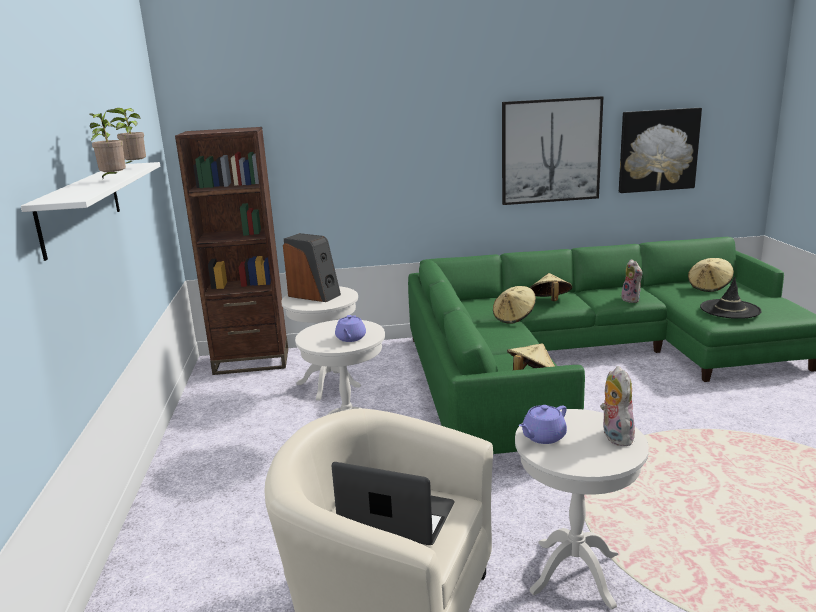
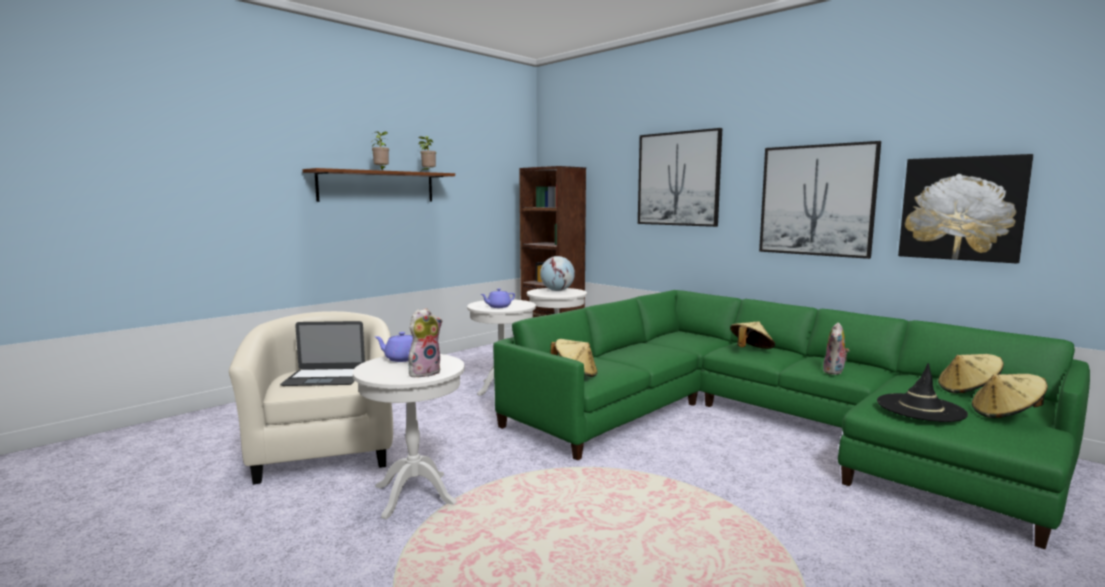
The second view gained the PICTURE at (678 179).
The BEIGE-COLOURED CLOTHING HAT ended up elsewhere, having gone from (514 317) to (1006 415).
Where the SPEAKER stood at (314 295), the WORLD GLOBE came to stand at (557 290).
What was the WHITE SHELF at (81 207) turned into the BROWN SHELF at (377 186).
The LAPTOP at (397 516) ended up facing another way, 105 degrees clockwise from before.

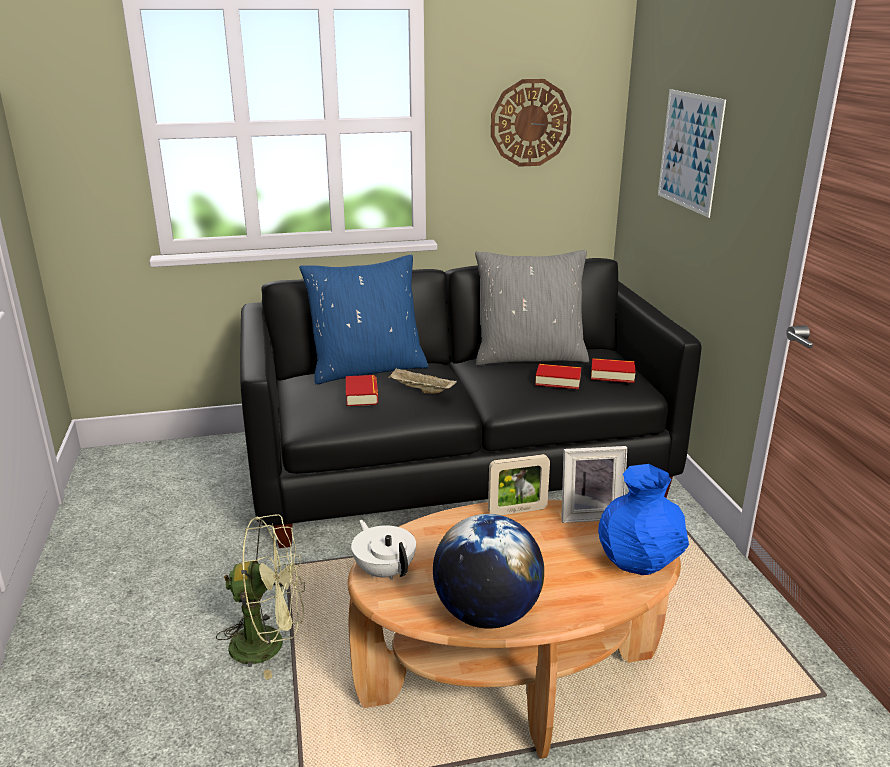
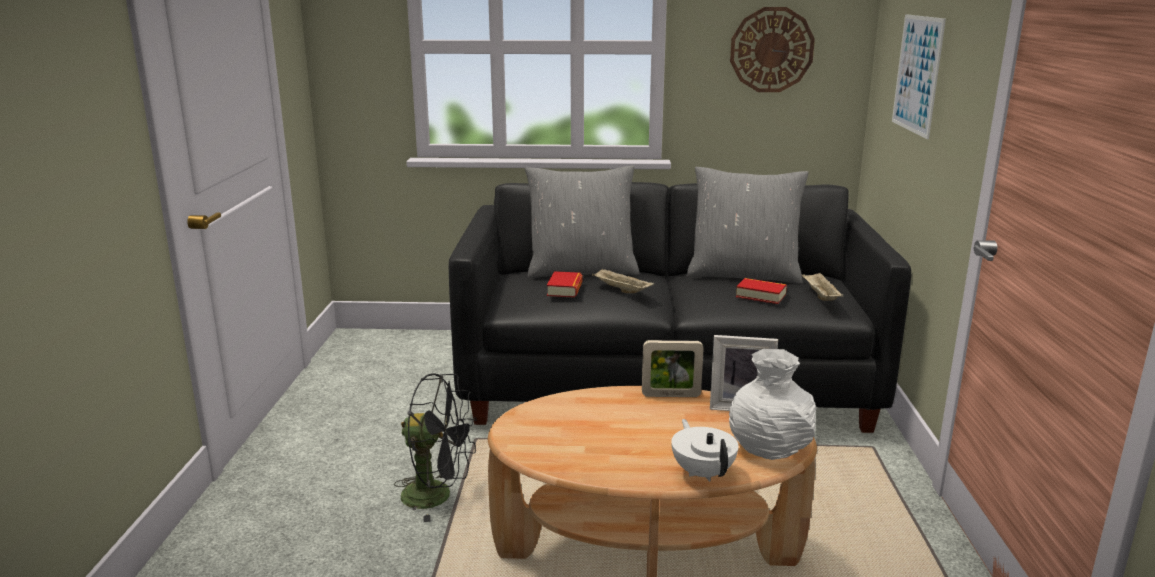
The second view lost the WORLD GLOBE at (487 614).
The WHITE POT FOR TEA ended up elsewhere, having gone from (384 571) to (703 472).
Where the BOUND BOOK stood at (612 375), the BEIGE-COLOURED TRAY came to stand at (820 296).
What was the GREEN COOLING FAN at (269 643) turned into the BLACKISH COOLING FAN at (438 496).
What was the BLUISH THROW PILLOW at (367 368) turned into the GRAY THROW PILLOW at (582 271).
What was the BLUISH DECORATIVE VASE at (639 561) turned into the WHITE DECORATIVE VASE at (770 448).

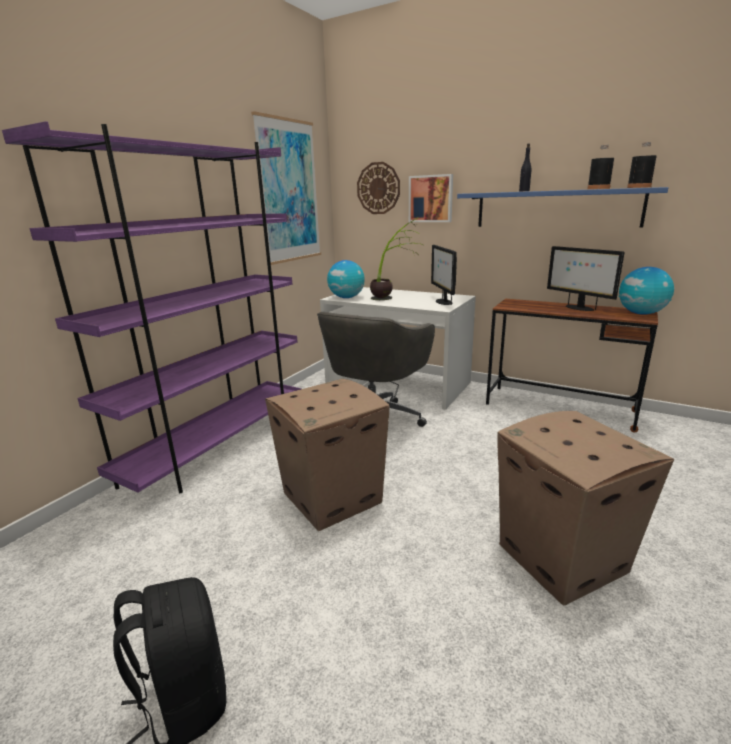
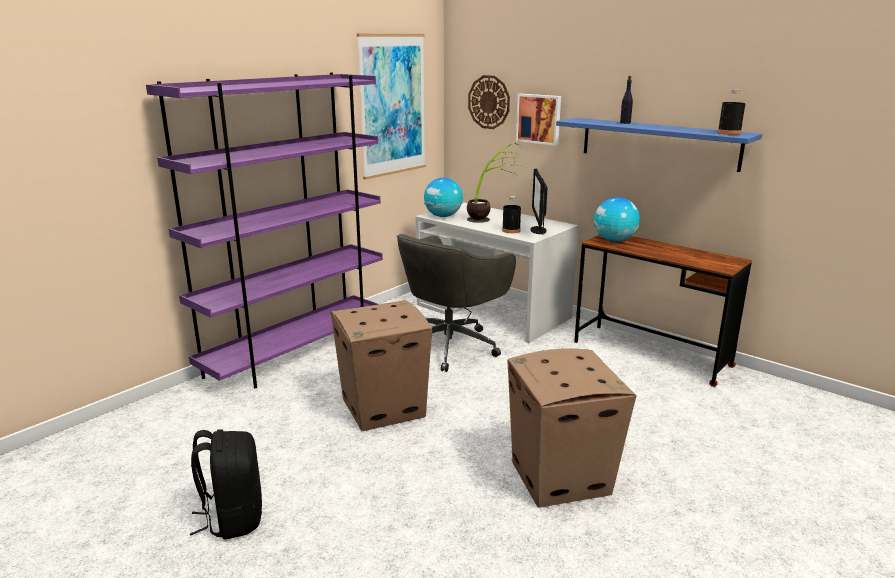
The second view lost the COMPUTER SCREEN at (578 308).
The BLACKISH BEVERAGE BOTTLE ended up elsewhere, having gone from (598 188) to (511 230).
The WORLD GLOBE ended up elsewhere, having gone from (641 313) to (614 240).

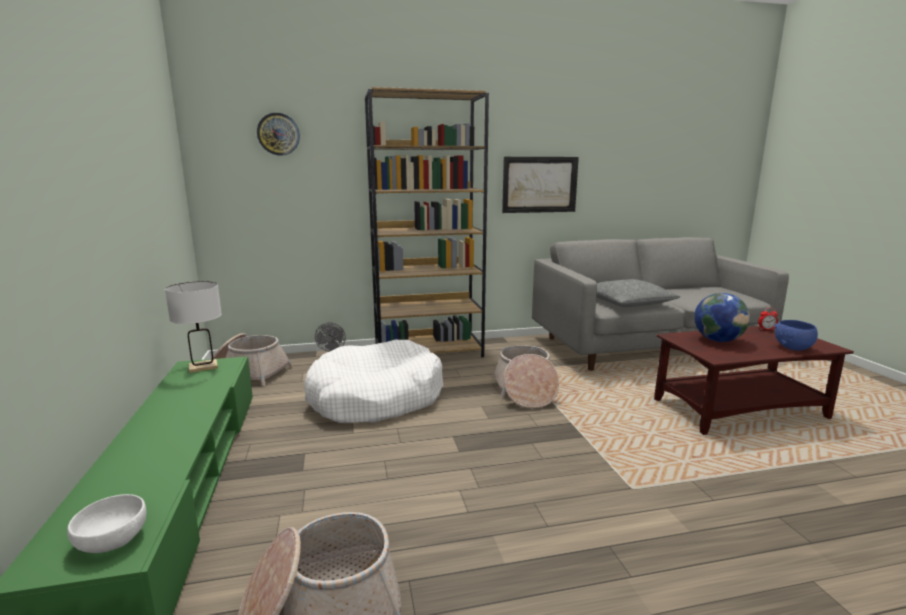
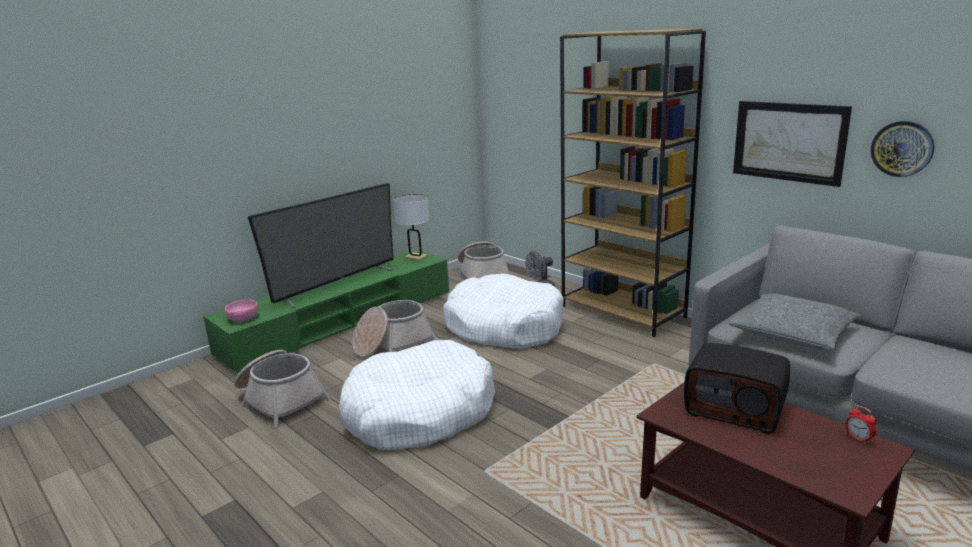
The second view lost the BLUISH BOWL at (793 348).
The second view gained the TELEVISION at (336 285).
The second view gained the WHITE PET BED at (419 412).
The CLOCK ON THE WALL ended up elsewhere, having gone from (278 134) to (902 148).
The STORAGE BASKET ended up elsewhere, having gone from (525 391) to (392 344).
Where the WORLD GLOBE stood at (718 340), the RADIO SET came to stand at (735 409).
What was the WHITE BOWL at (112 539) turned into the PINKISH BOWL at (243 318).

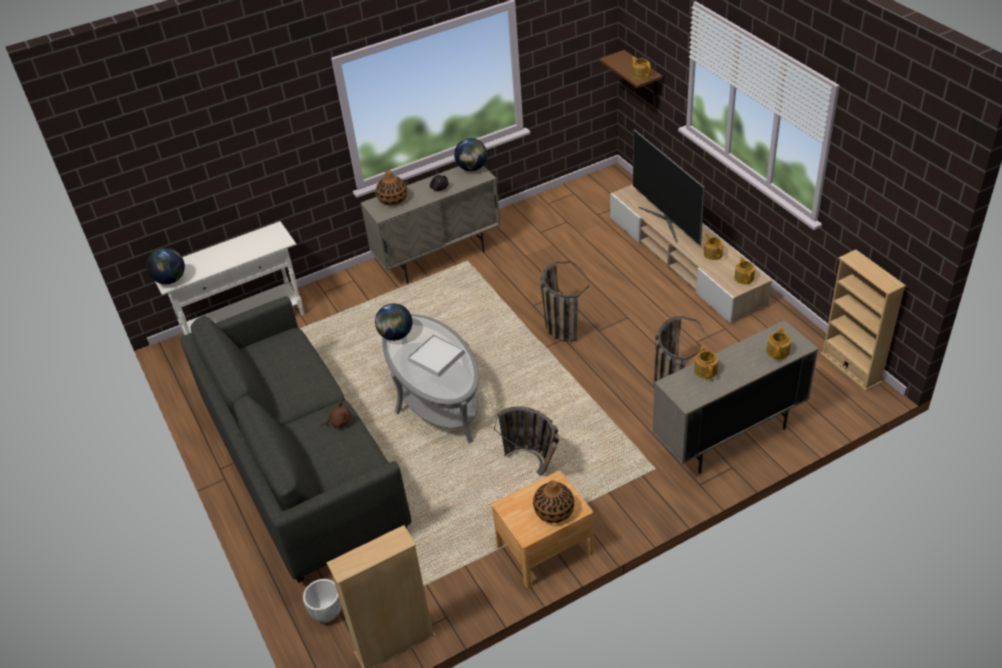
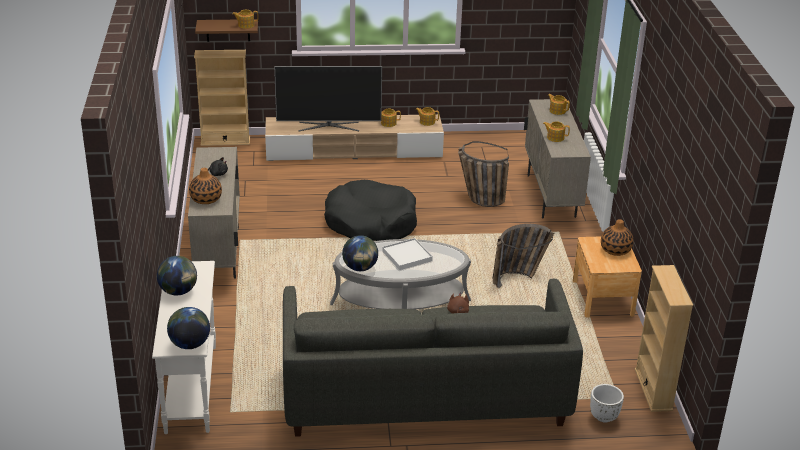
The WORLD GLOBE ended up elsewhere, having gone from (472 168) to (178 291).
The BEIGE-COLOURED BOOKSHELF ended up elsewhere, having gone from (851 368) to (225 141).
Where the STORAGE BASKET stood at (559 324), the BLACKISH PET BED came to stand at (371 222).

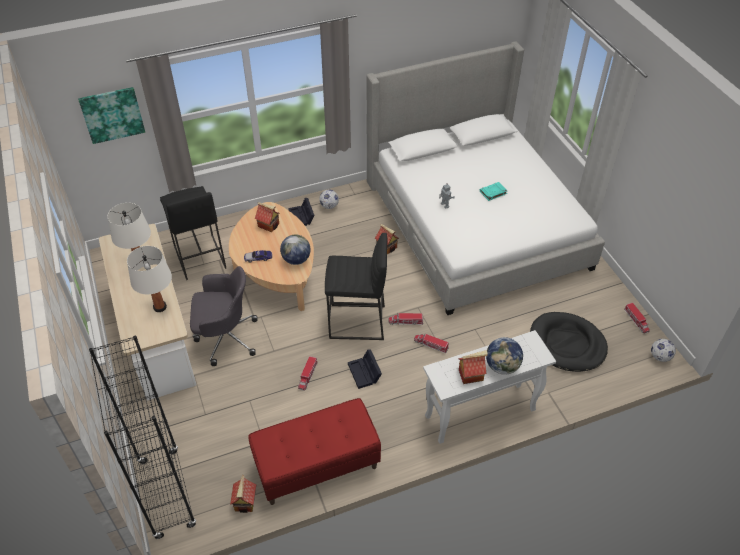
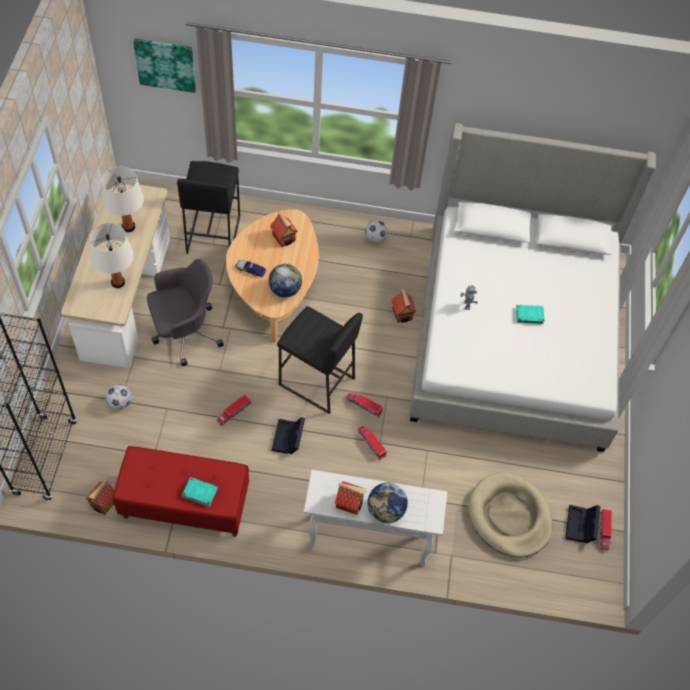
The second view gained the BLUE-GREEN BOUND BOOK at (199 492).
The BLACKISH STORAGE BOX ended up elsewhere, having gone from (302 217) to (581 526).
The FOOTBALL BALL ended up elsewhere, having gone from (660 357) to (120 403).
What was the BLACKISH PET BED at (567 344) turned into the BEIGE-COLOURED PET BED at (509 516).
The GRAY COMPUTER CHAIR at (225 337) ended up facing another way, 45 degrees counterclockwise from before.

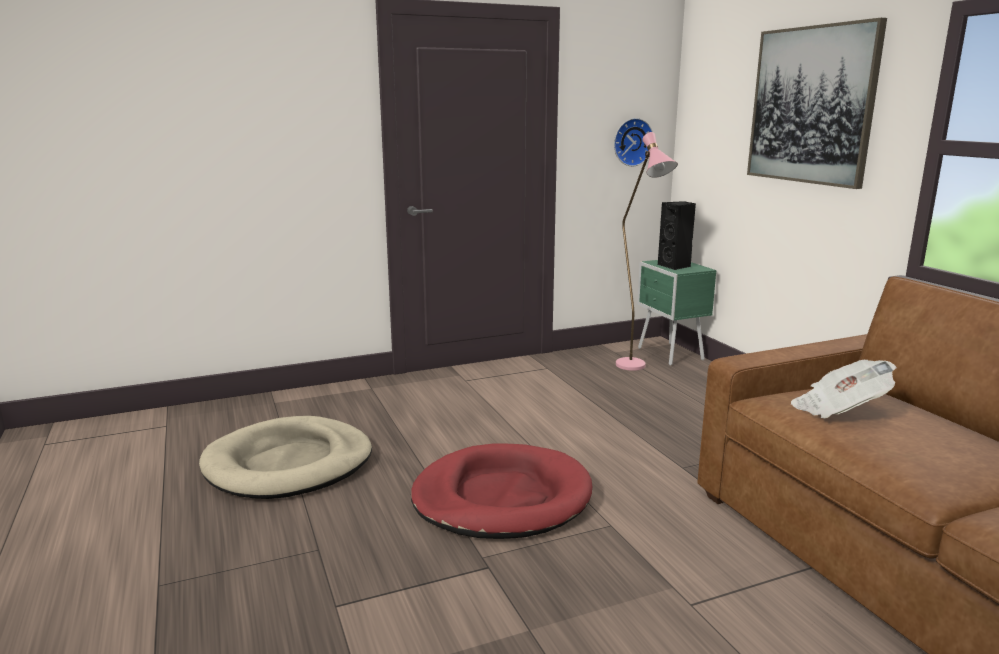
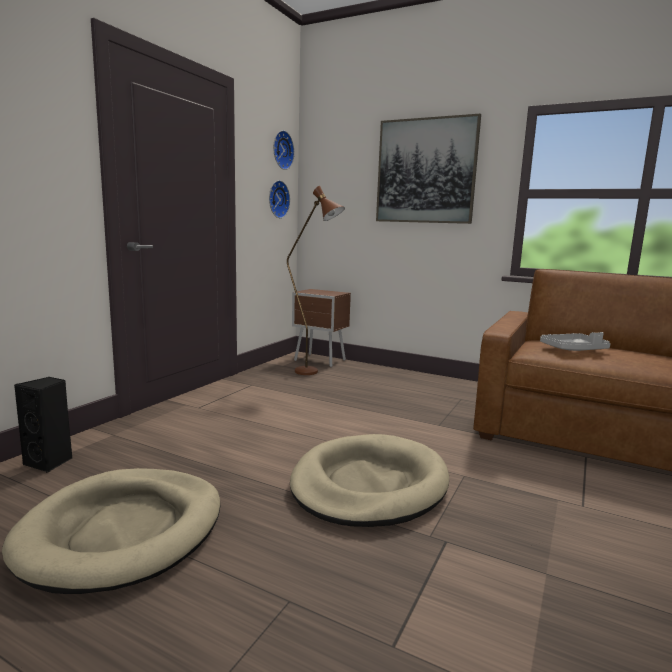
The second view gained the CLOCK ON THE WALL at (281 150).
The BLACKISH SPEAKER ended up elsewhere, having gone from (675 266) to (50 462).
Where the NEWSPAPER stood at (839 410), the GRAY TRAY came to stand at (573 349).
What was the REDDISH PET BED at (501 498) turned into the BEIGE-COLOURED PET BED at (369 485).
What was the PINKISH STANDARD LAMP at (636 369) turned into the BROWN STANDARD LAMP at (314 373).
What was the GREEN NIGHTSTAND at (670 355) turned into the BROWN NIGHTSTAND at (320 361).

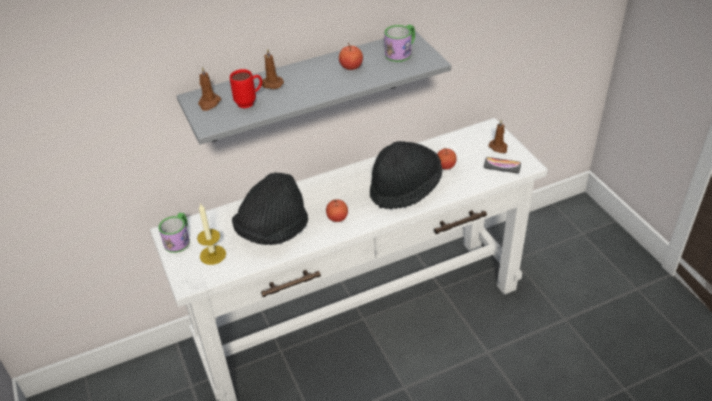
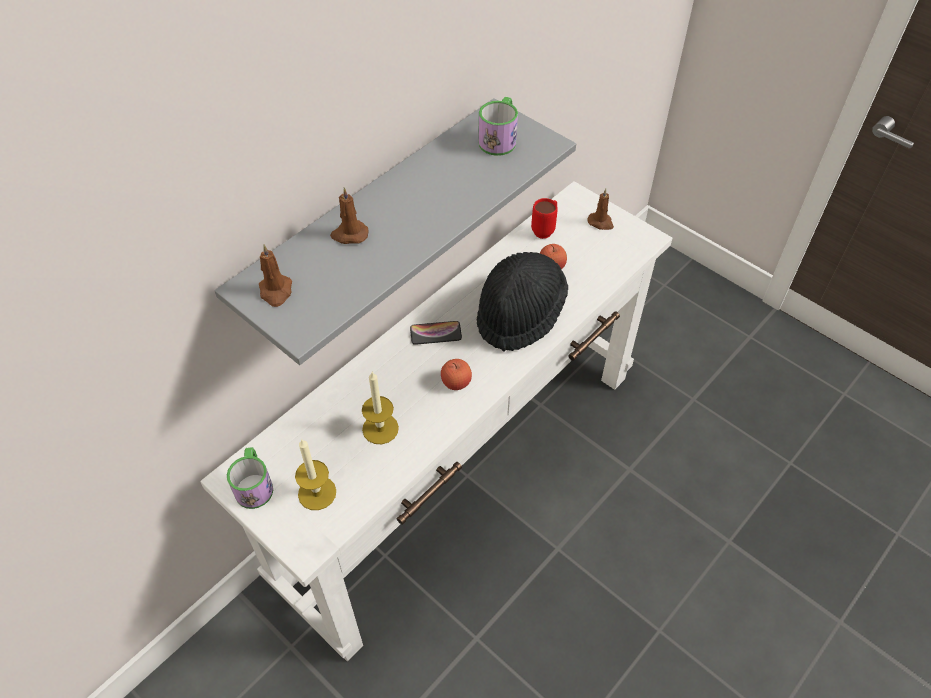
The second view lost the WHOLE APPLE at (351 67).
The REDDISH TEA MUG ended up elsewhere, having gone from (250 102) to (545 230).
The PHONE ended up elsewhere, having gone from (502 166) to (435 333).
Where the BLACKISH CLOTHING HAT stood at (272 230), the CANDLE came to stand at (380 428).

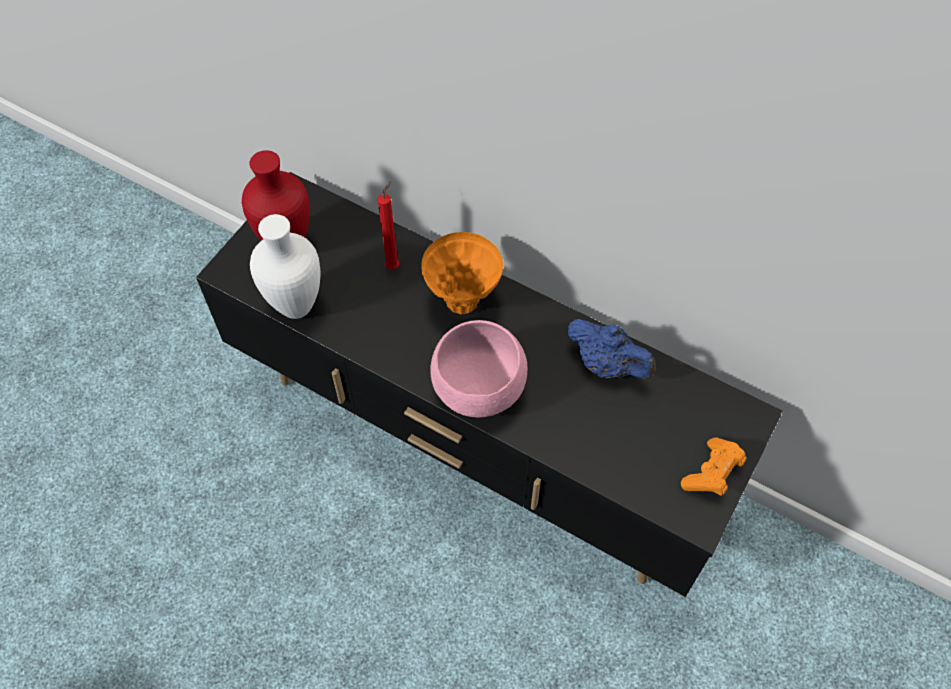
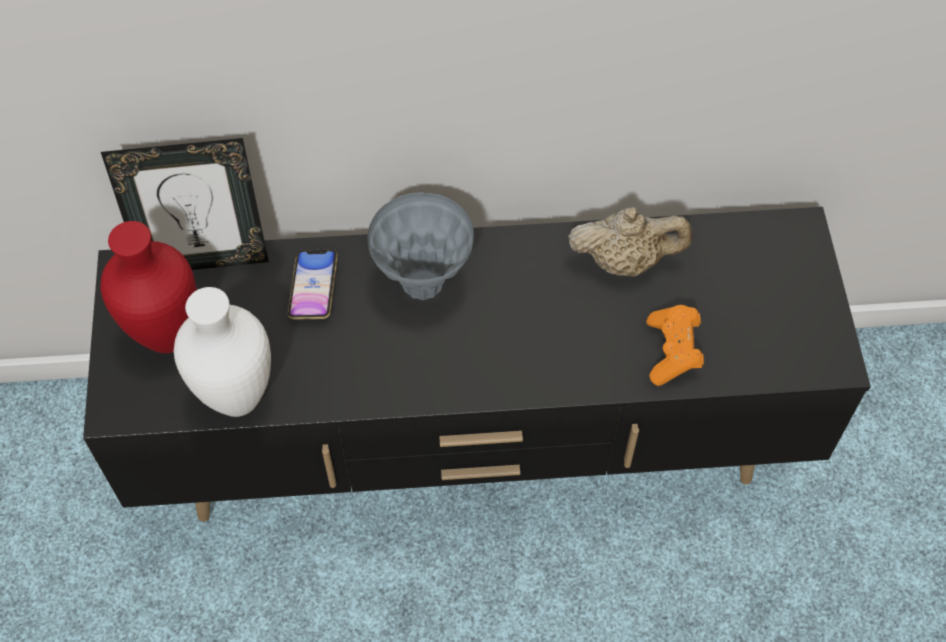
The second view lost the PINKISH BOWL at (481 391).
The second view gained the STANDING FRAME at (205 259).
The ORANGEY GAME CONTROLLER ended up elsewhere, having gone from (711 474) to (672 352).
Where the REDDISH CANDLE stood at (394 265), the PHONE came to stand at (313 287).
What was the ORANGEY DECORATIVE VASE at (462 302) turned into the GRAY DECORATIVE VASE at (423 283).
What was the BLUISH POT FOR TEA at (607 365) turned into the BEIGE-COLOURED POT FOR TEA at (625 261).

